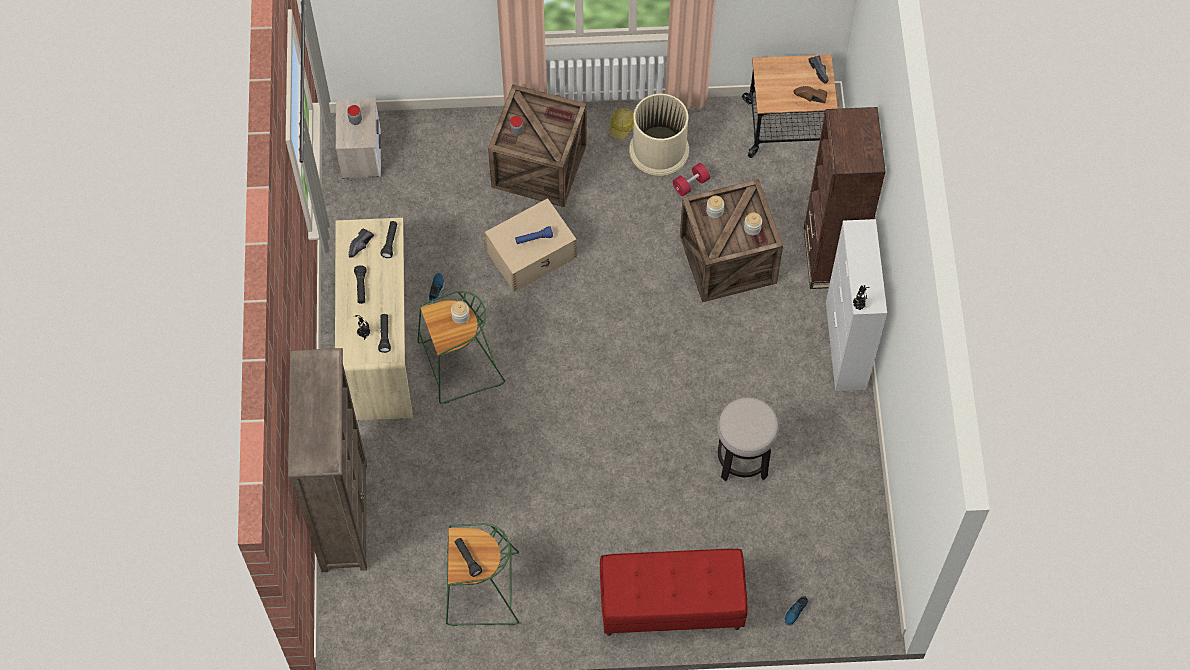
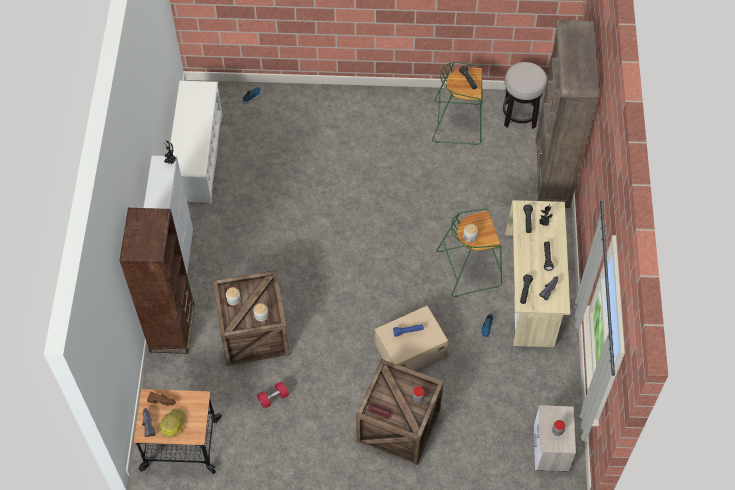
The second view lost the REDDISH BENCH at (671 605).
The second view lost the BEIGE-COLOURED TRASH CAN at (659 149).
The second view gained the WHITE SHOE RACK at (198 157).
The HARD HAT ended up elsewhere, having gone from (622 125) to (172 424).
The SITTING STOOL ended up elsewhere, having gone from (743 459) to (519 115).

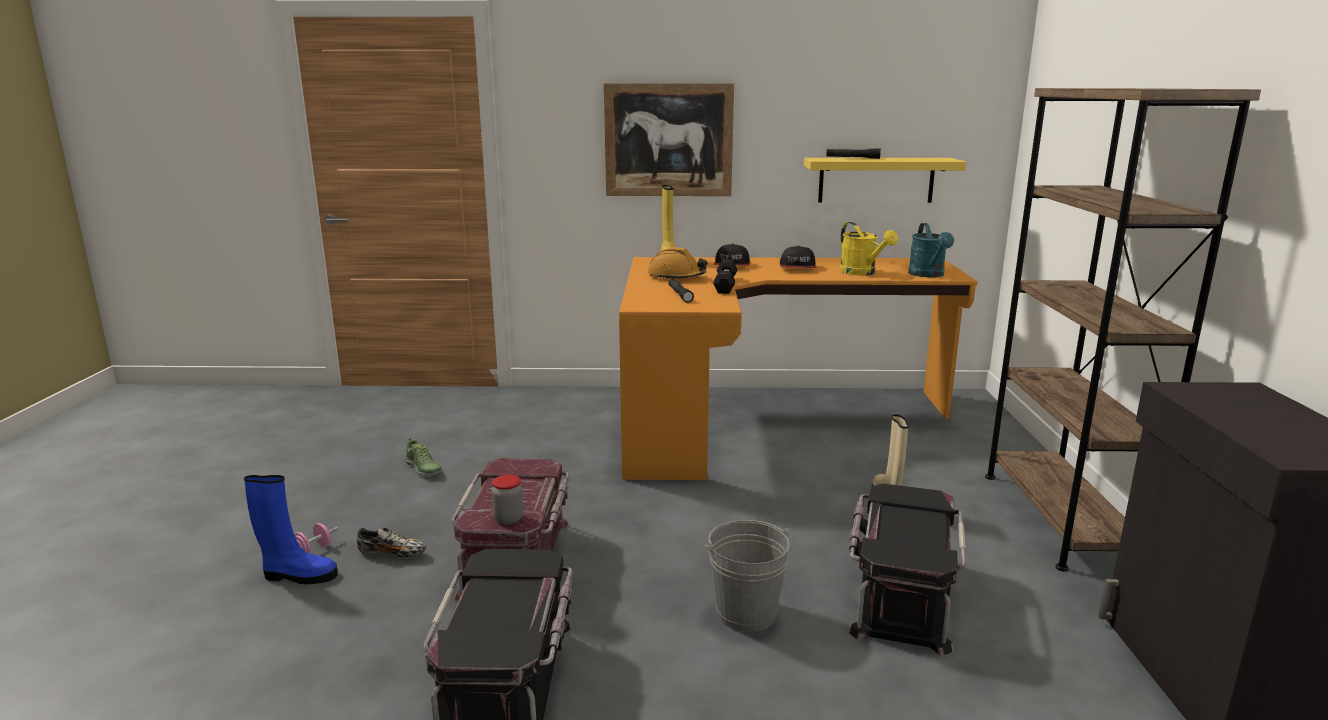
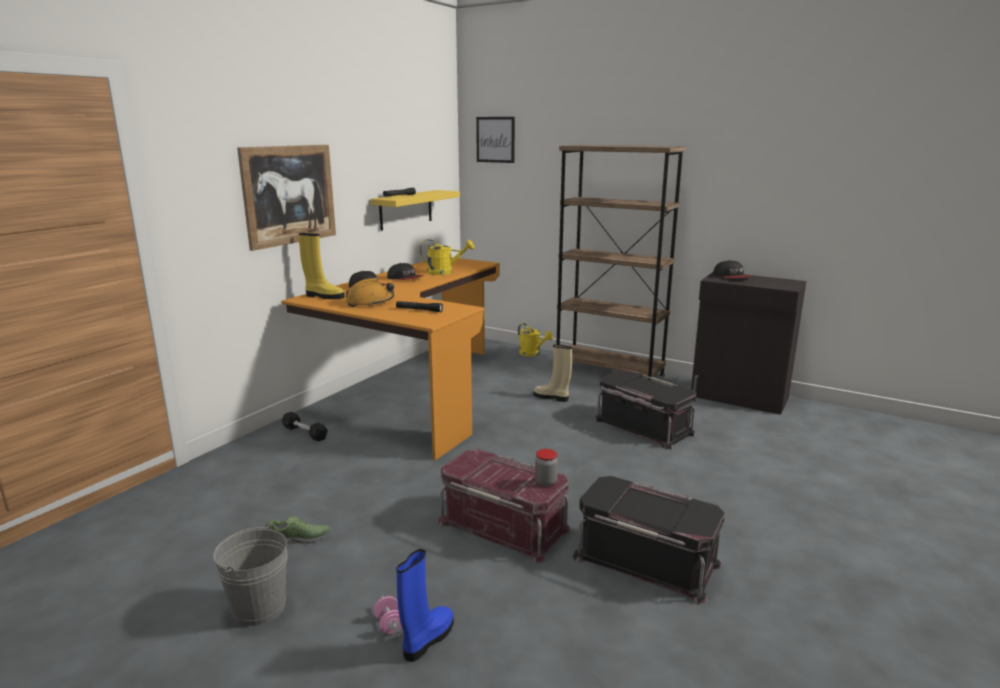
The second view lost the SHOE at (392 554).
The second view lost the BLUE-GREEN WATERING POT at (928 275).
The second view gained the PICTURE at (495 139).
The second view gained the YELLOW-COLOURED WATERING POT at (532 354).
The second view gained the PEAKED CAP at (732 277).
The GRAY PAIL ended up elsewhere, having gone from (746 613) to (259 607).
The BLACKISH HAND WEIGHT ended up elsewhere, having gone from (725 285) to (305 433).

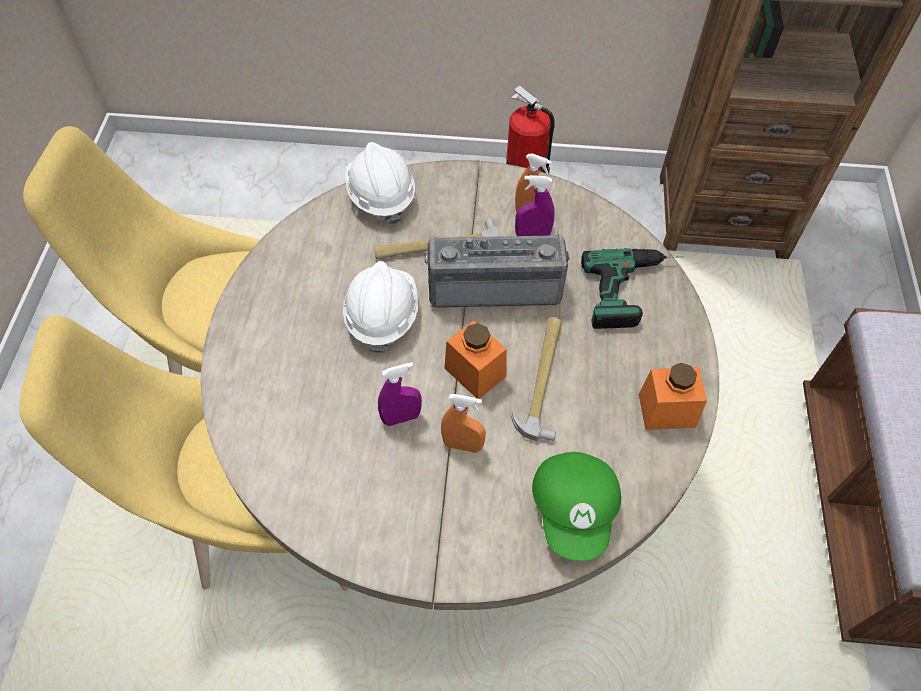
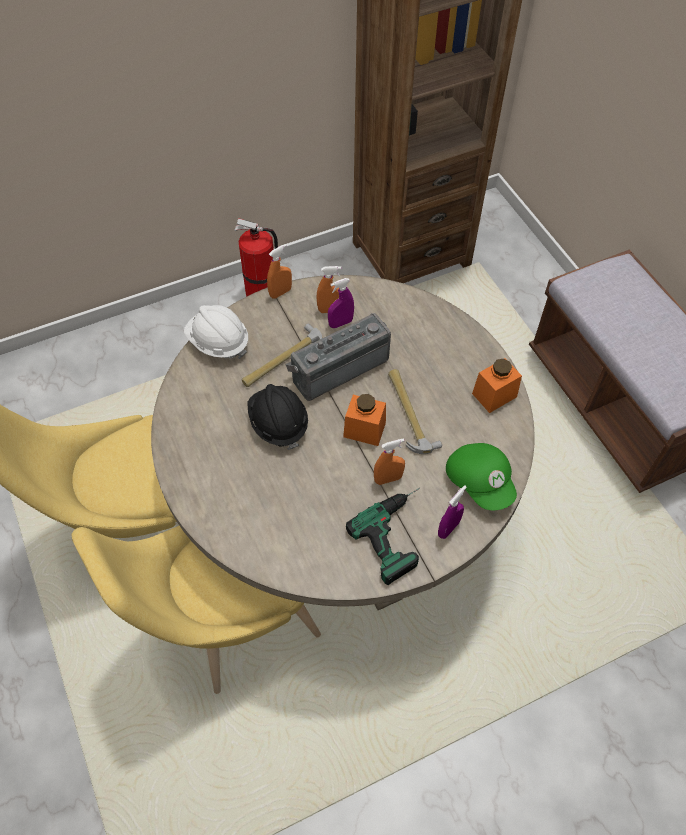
The second view gained the ORANGEY SPRAY BOTTLE at (280 292).
The PURPLISH SPRAY BOTTLE ended up elsewhere, having gone from (401 418) to (448 528).
The DRILL ended up elsewhere, having gone from (636 290) to (399 534).
What was the WHITE HARD HAT at (382 316) turned into the BLACKISH HARD HAT at (278 423).

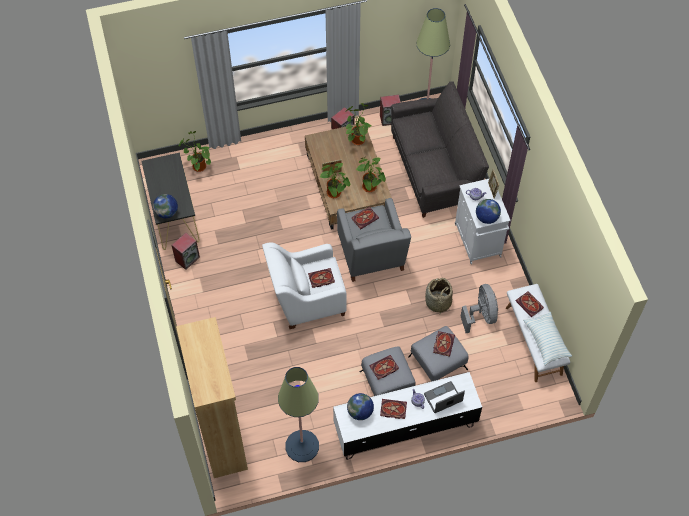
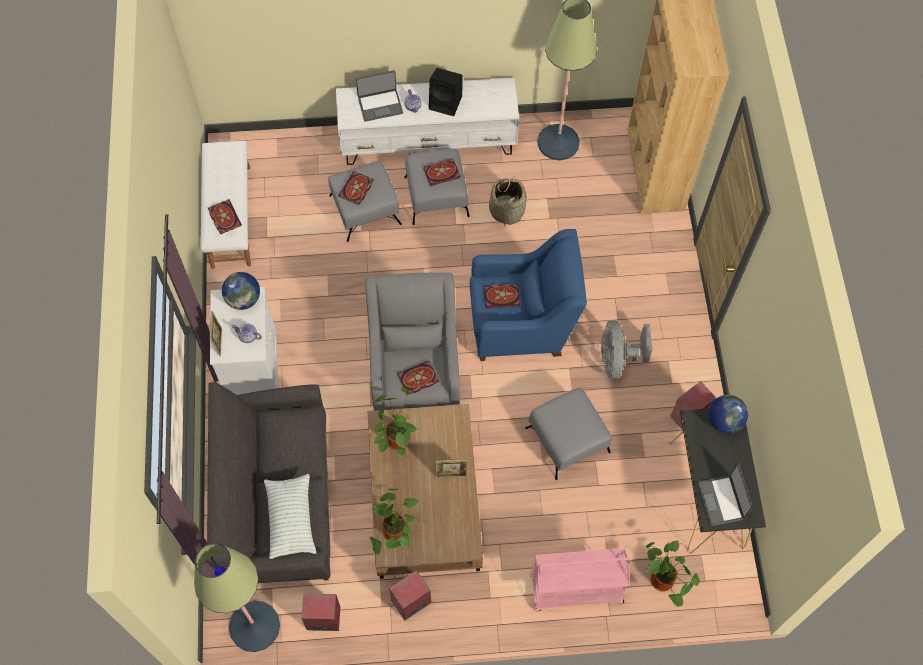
The second view lost the HOUSEPLANT at (335 194).
The second view lost the WORLD GLOBE at (360 412).
The second view gained the GRAY OTTOMAN at (567 440).
The second view gained the PINKISH TROLLEY at (575 590).
The second view gained the LAPTOP at (721 501).
The STORAGE BASKET ended up elsewhere, having gone from (438 302) to (507 210).
The GRAY COOLING FAN ended up elsewhere, having gone from (481 315) to (617 359).
The THROW PILLOW ended up elsewhere, having gone from (546 341) to (291 519).
Where the BOUND BOOK stood at (392 409), the BLACKISH SPEAKER came to stand at (446 102).
What was the WHITE ARMCHAIR at (306 300) turned into the BLUISH ARMCHAIR at (522 323).

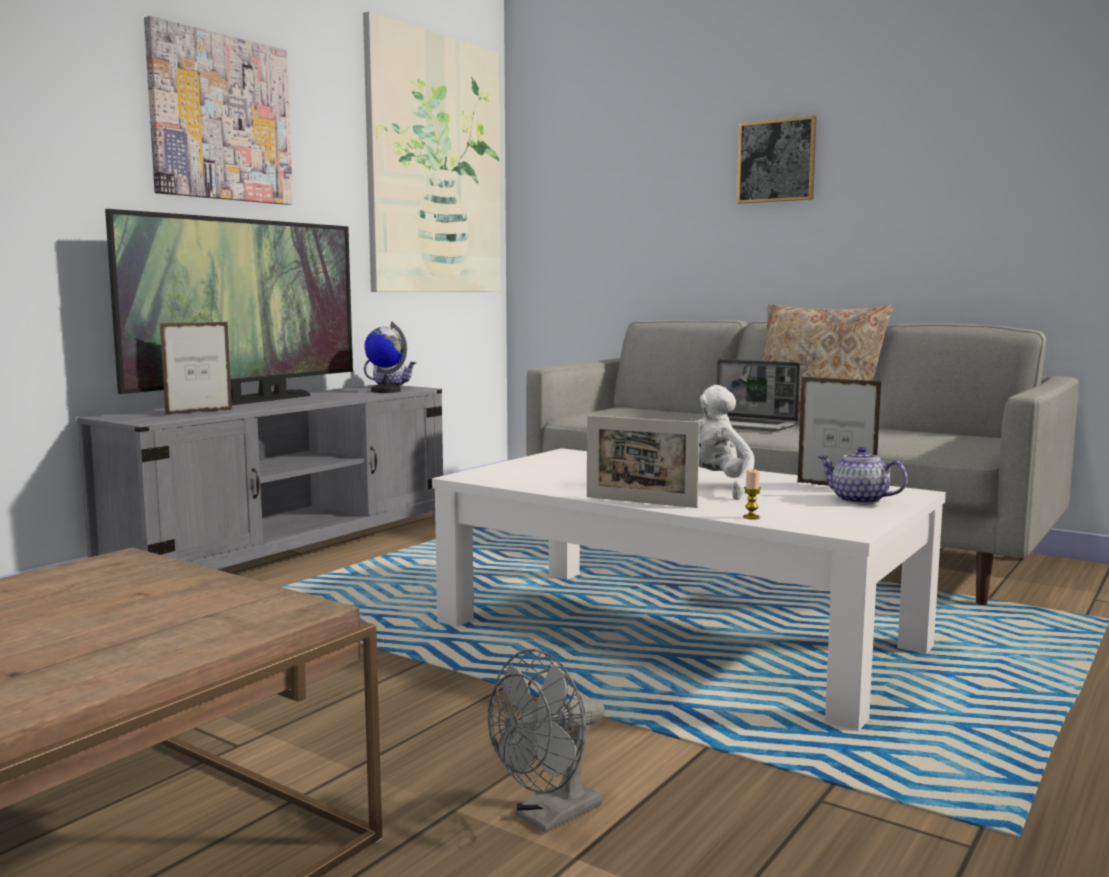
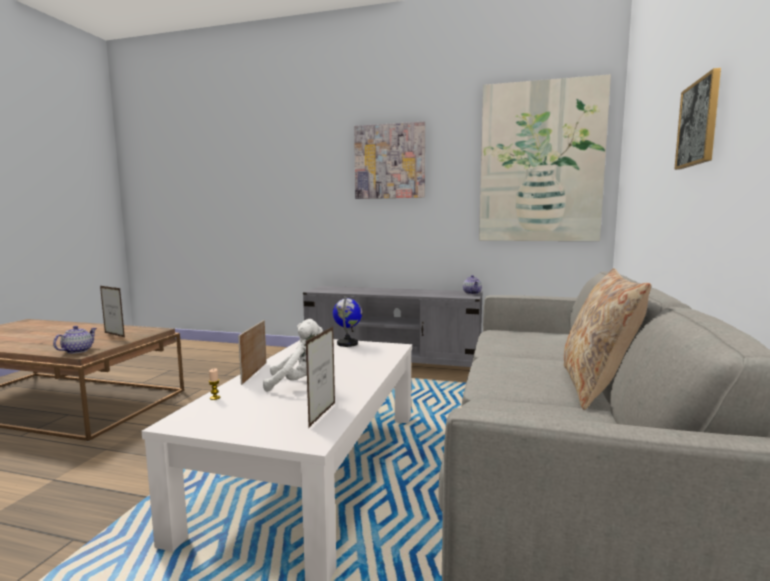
The second view lost the TELEVISION at (247 401).
The second view lost the GRAY COOLING FAN at (549 816).
The second view lost the LAPTOP at (746 426).
The STANDING FRAME ended up elsewhere, having gone from (199 412) to (114 335).
The WORLD GLOBE ended up elsewhere, having gone from (385 391) to (347 344).
The POT FOR TEA ended up elsewhere, having gone from (858 500) to (77 351).

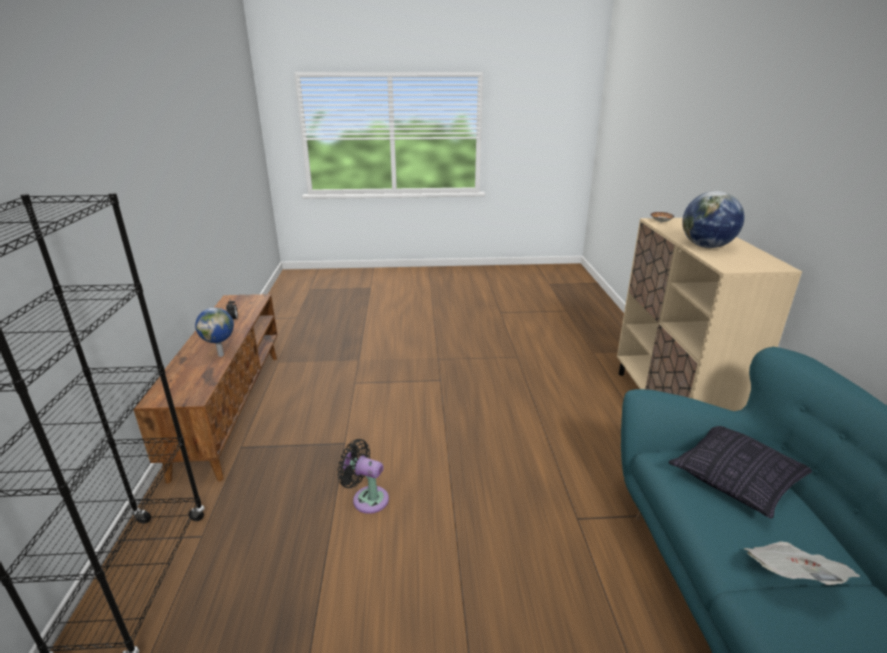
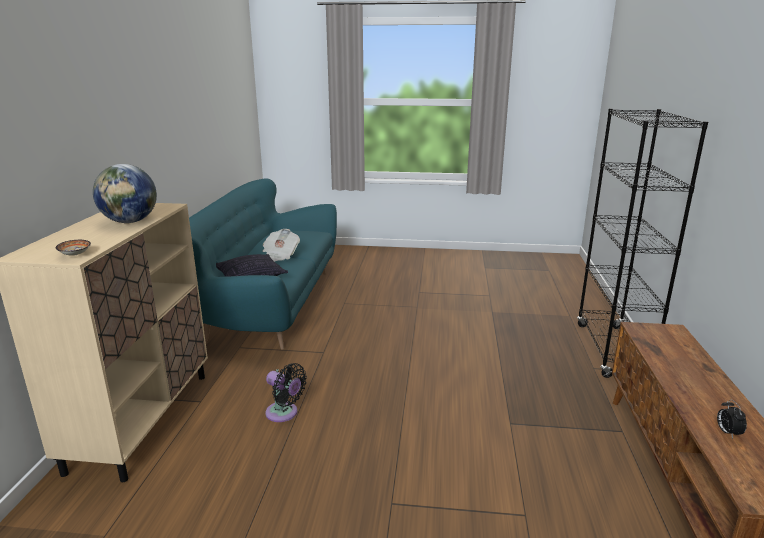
The second view lost the WORLD GLOBE at (221 354).
The BLACKISH COOLING FAN ended up elsewhere, having gone from (367 498) to (284 413).

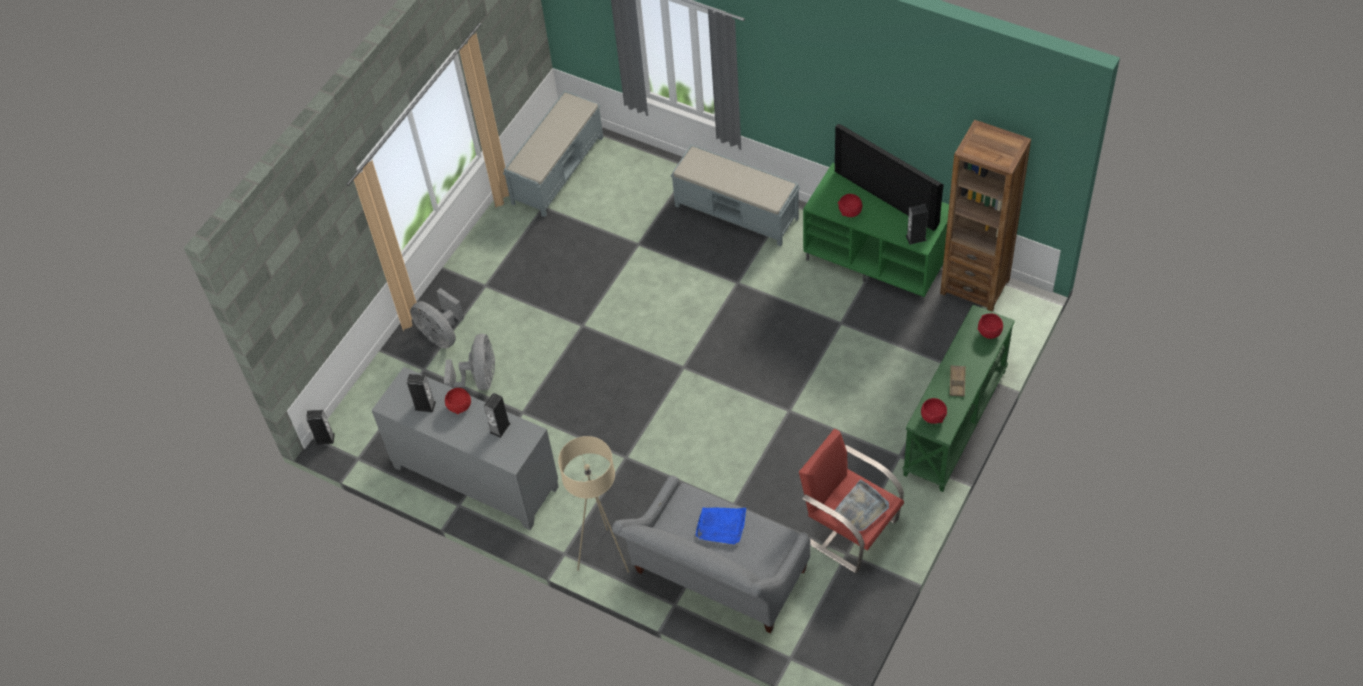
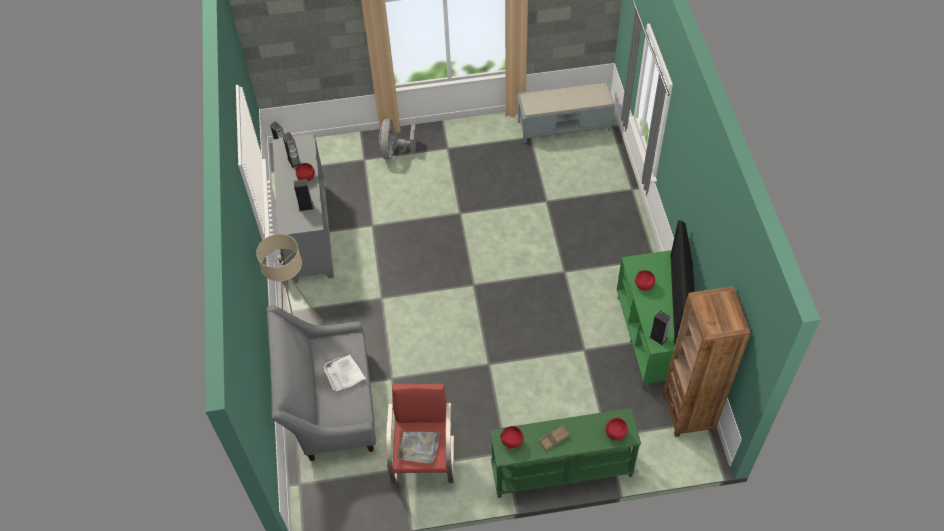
The second view lost the GRAY COOLING FAN at (479 380).
The second view lost the GRAY BENCH at (737 212).
What was the BLUISH TRAY at (721 526) turned into the WHITE TRAY at (343 374).

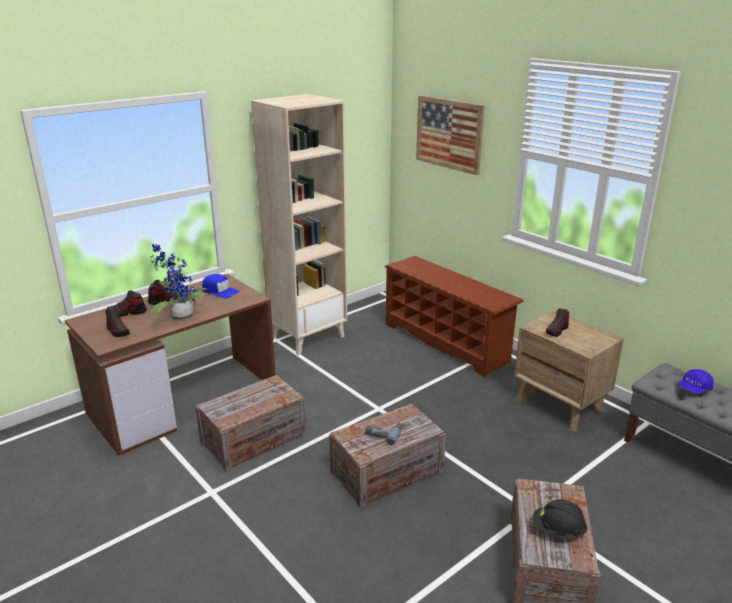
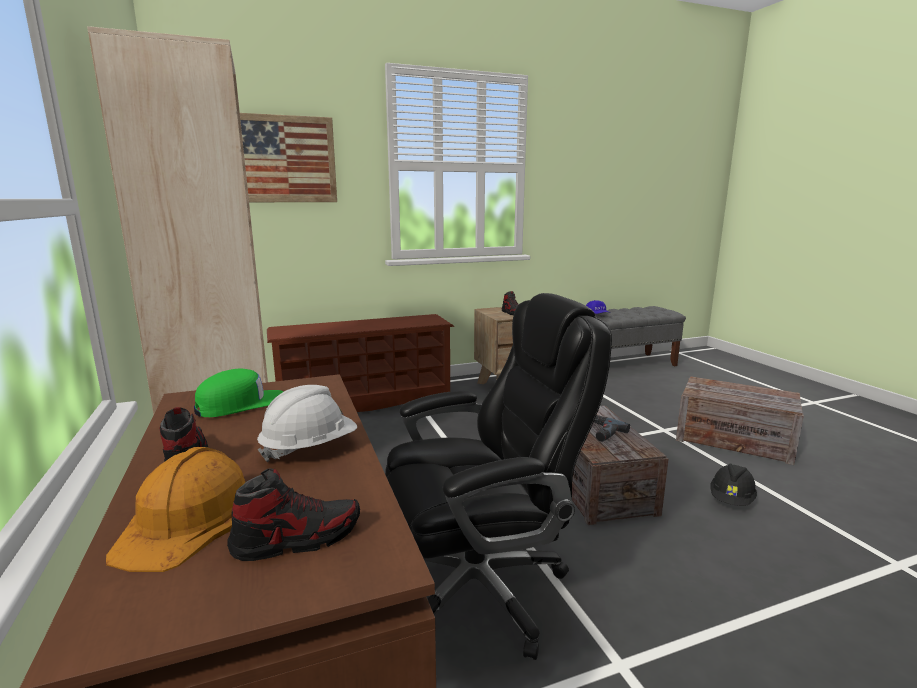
The BLACKISH HARD HAT ended up elsewhere, having gone from (557 531) to (731 500).
Where the SHOE stood at (127 313), the ORANGEY HARD HAT came to stand at (189 520).
Where the HOUSEPLANT stood at (179 316), the WHITE HARD HAT came to stand at (309 448).
Where the SHIPPING CRATE stood at (253 439), the BLACKISH COMPUTER CHAIR came to stand at (481 587).
What was the BLUISH PEAKED CAP at (219 291) turned into the GREEN PEAKED CAP at (242 404).

